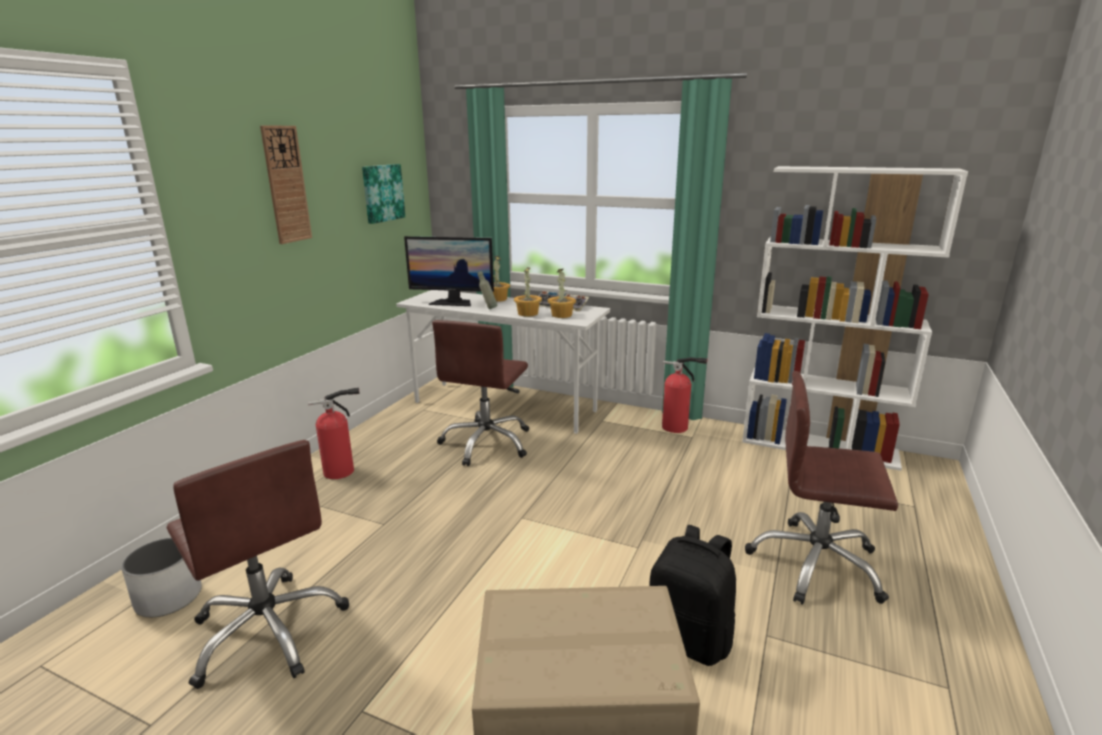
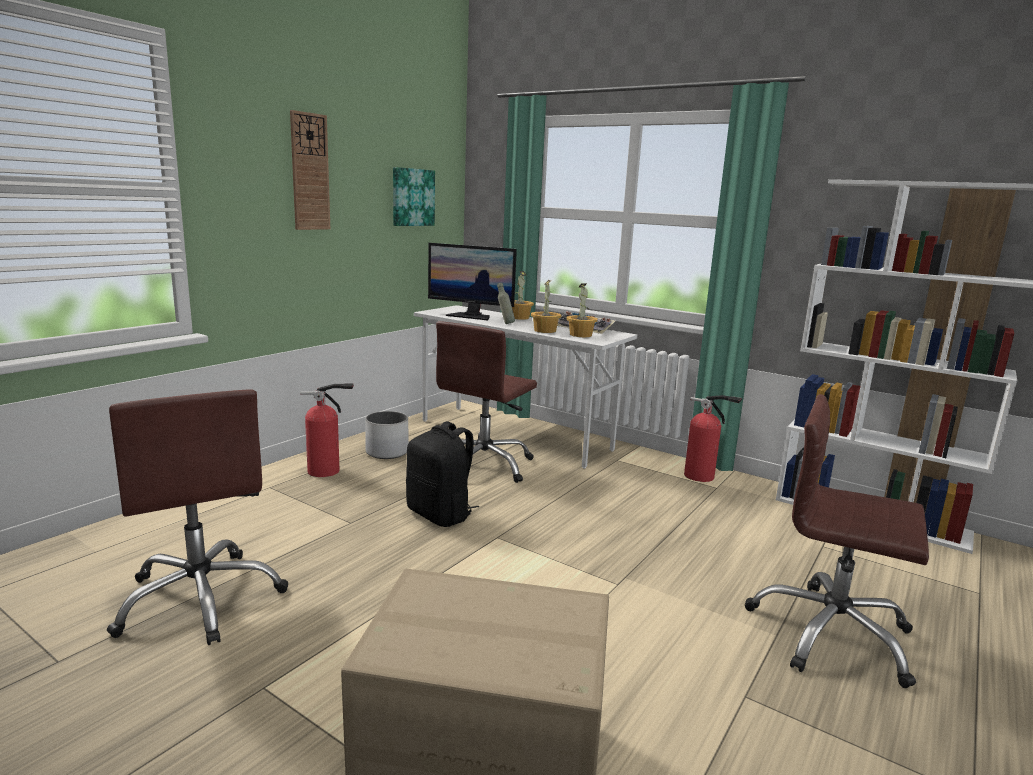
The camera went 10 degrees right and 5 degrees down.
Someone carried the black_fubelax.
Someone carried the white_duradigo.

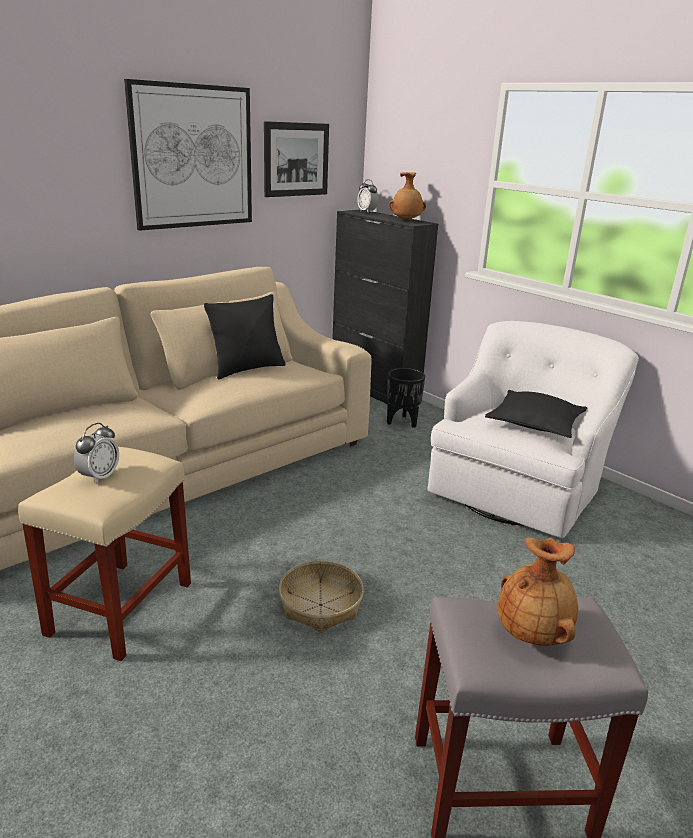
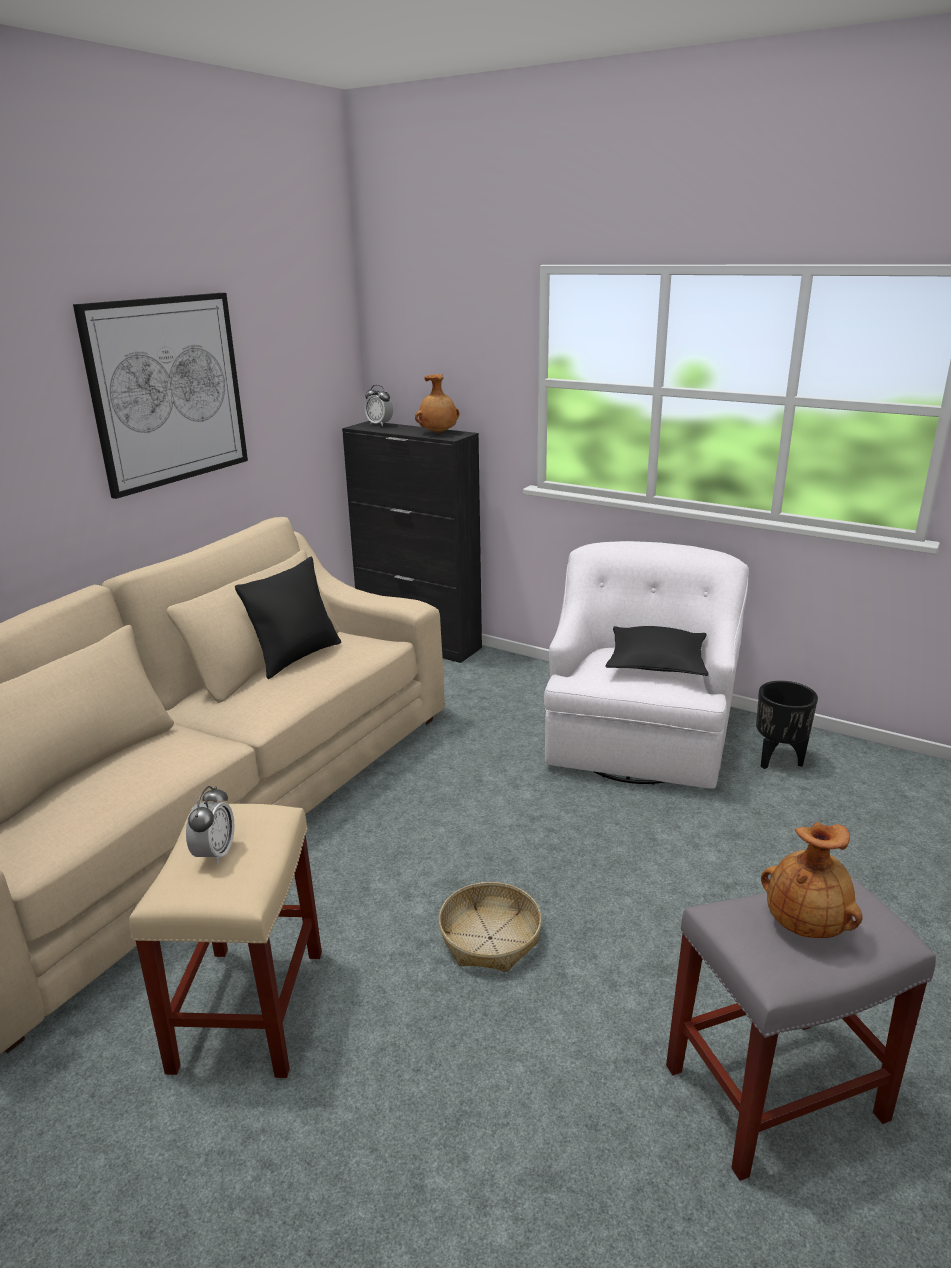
The camera went 15 degrees left and 0 degrees up.
Someone took away the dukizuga (no. 2 from left).
Someone carried the black_duradigo.

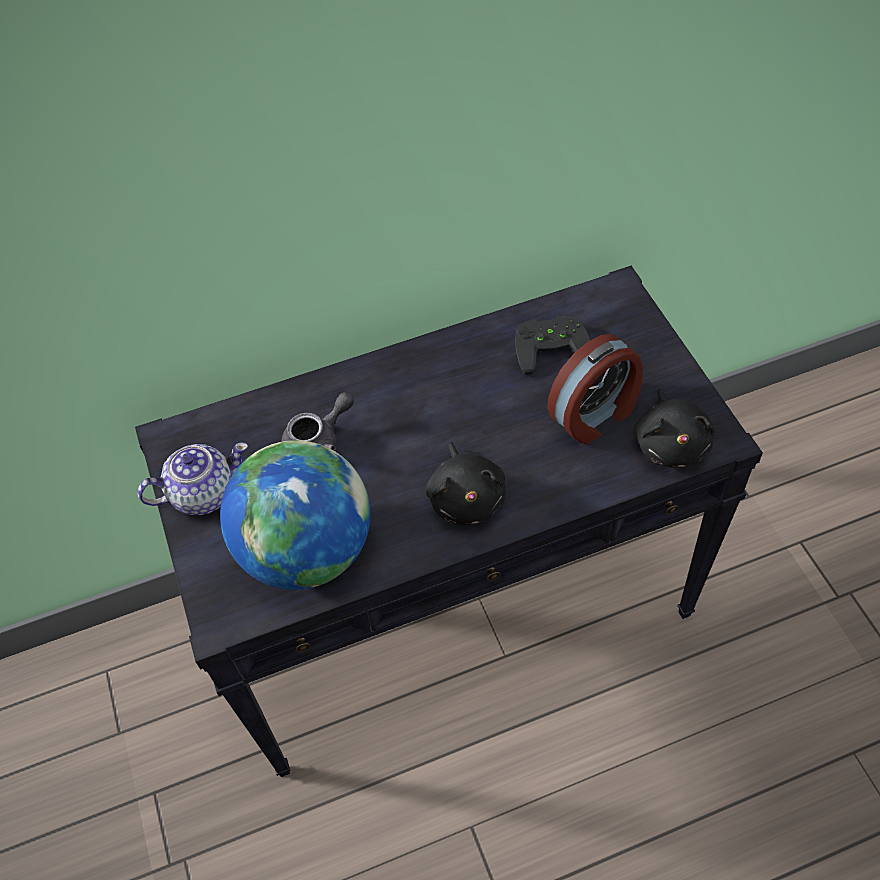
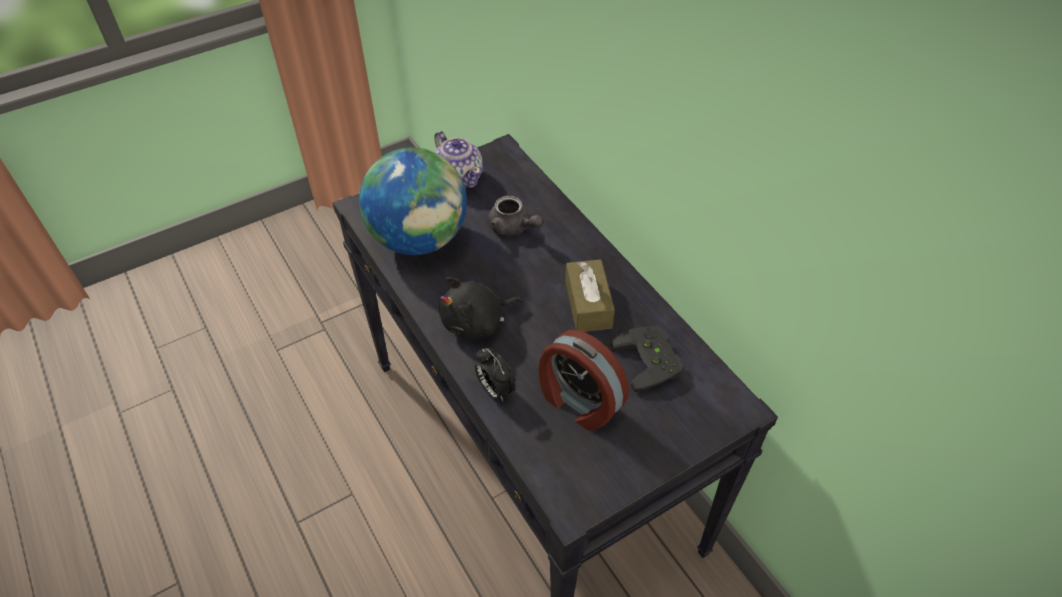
The camera went 75 degrees right and 5 degrees down.
Someone took away the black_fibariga (no. 2 from left).
Someone put down the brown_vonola.
Someone put down the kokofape (no. 1 from left).

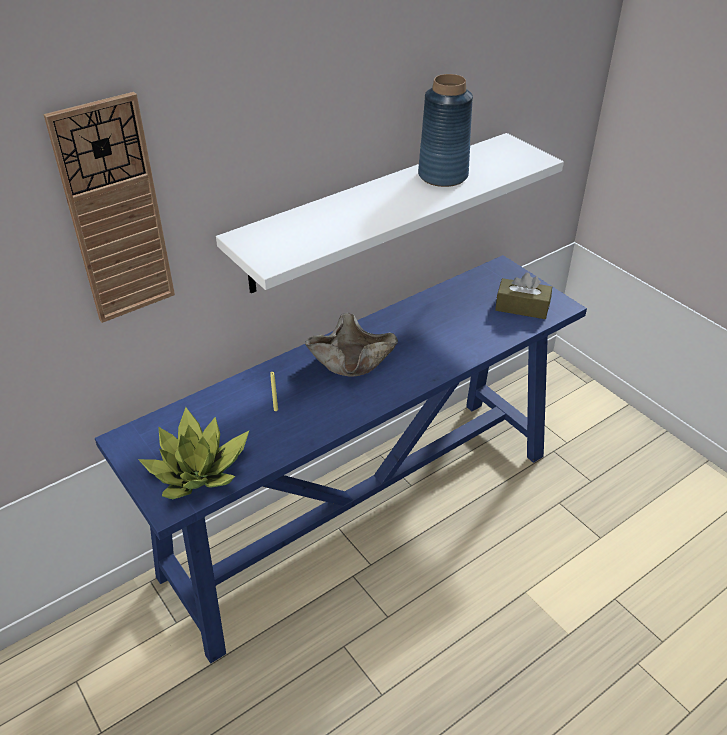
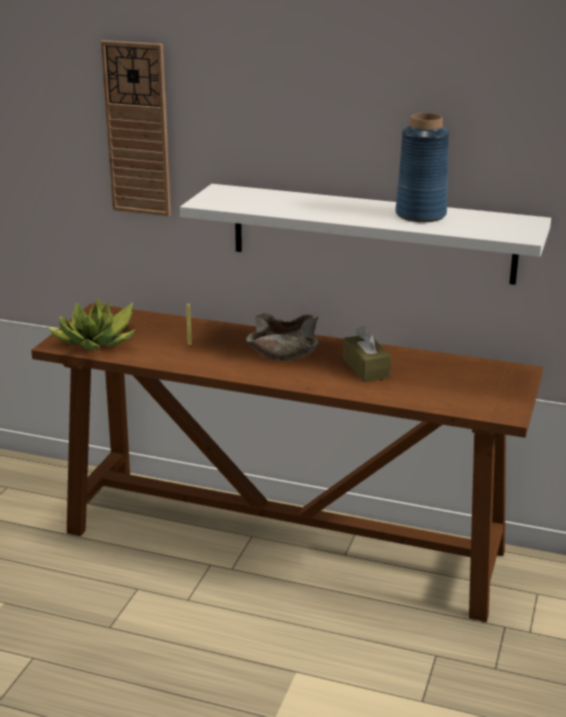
The camera went 55 degrees right and 15 degrees down.
Someone repainted the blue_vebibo, which became the brown_vebibo.
Someone carried the brown_vonola.

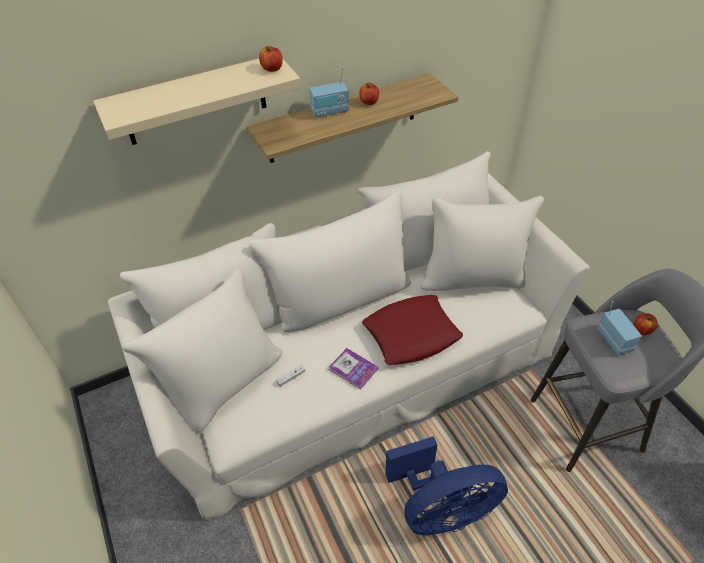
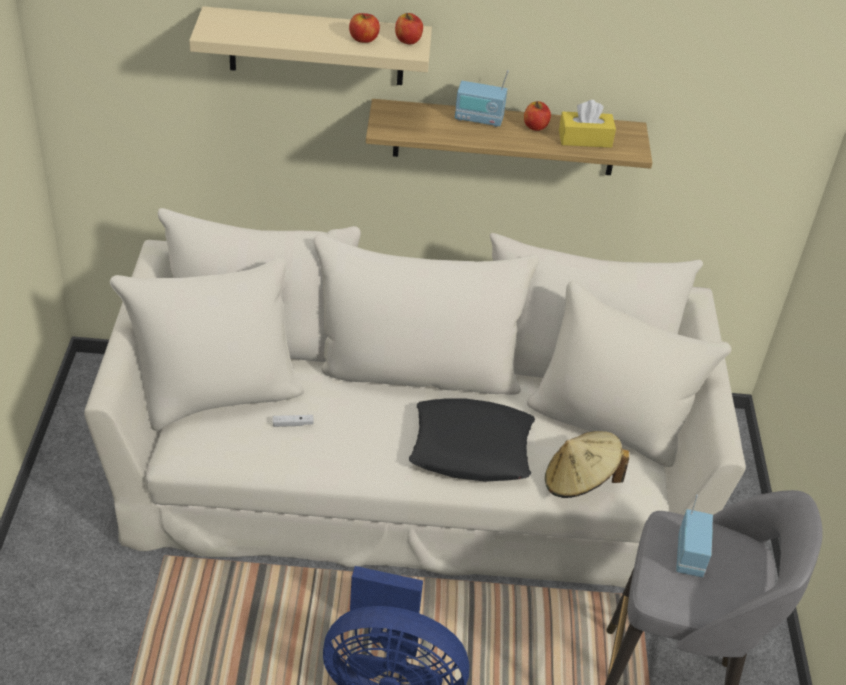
The camera went 25 degrees right and 5 degrees down.
Someone repainted the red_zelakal, which became the black_zelakal.
Someone carried the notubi (no. 3 from left in the first image).
Someone took away the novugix.
Someone put down the yellow_vonola.
Someone put down the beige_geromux.

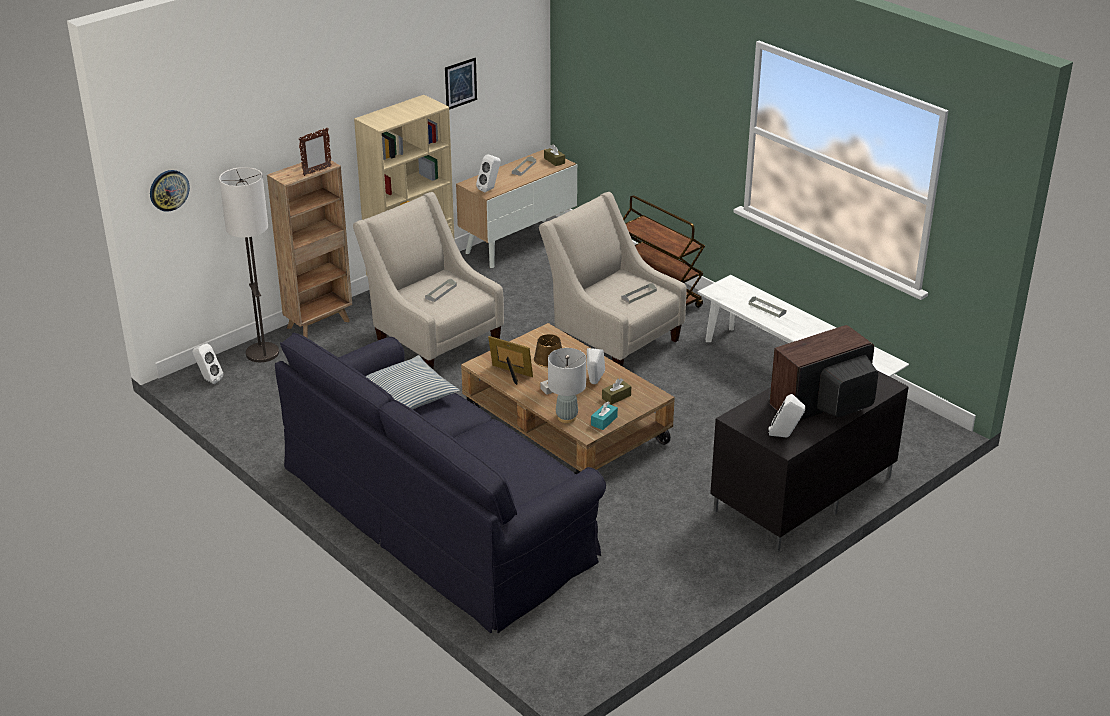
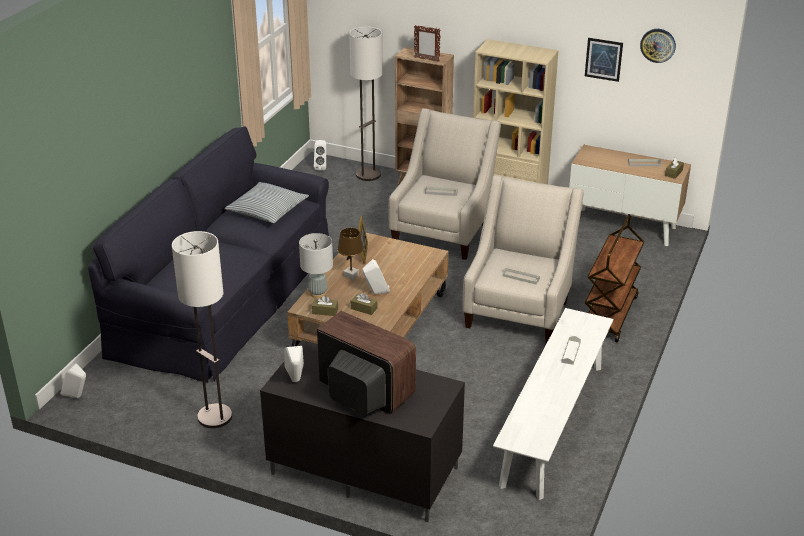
The camera went 65 degrees right and 0 degrees up.
Someone carried the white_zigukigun (no. 2 from left in the first image).
Someone carried the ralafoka.
Someone repainted the turquoise_vonola, which became the brown_vonola (no. 1 from left).
Someone put down the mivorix (no. 1 from left).

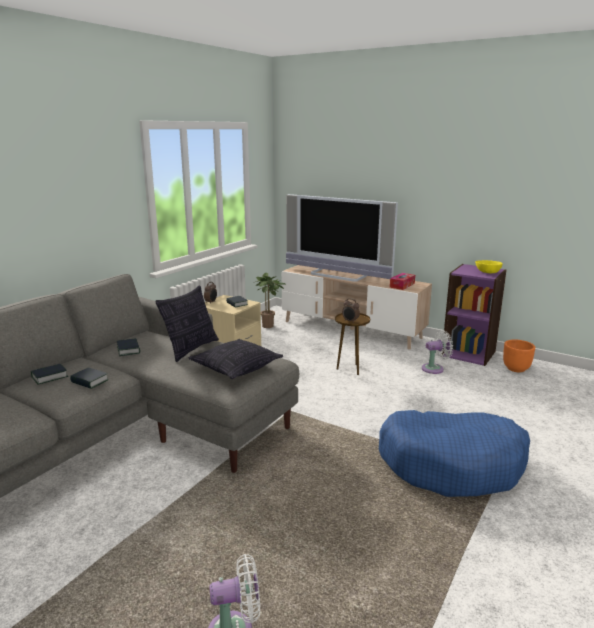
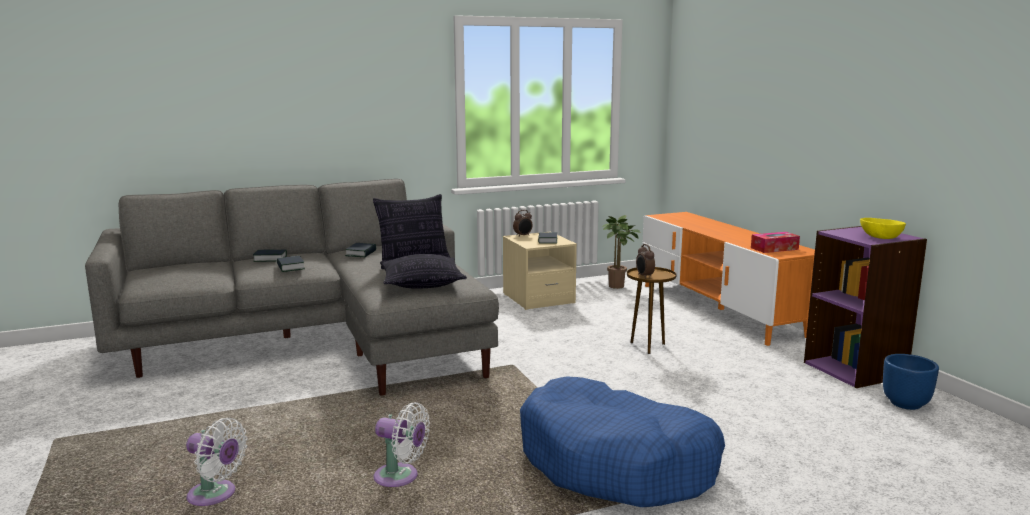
The camera went 35 degrees right and 5 degrees down.
Someone took away the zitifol.
Someone repainted the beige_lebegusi, which became the orange_lebegusi.
Someone carried the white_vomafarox (no. 2 from left).
Someone repainted the orange_duradigo, which became the blue_duradigo.

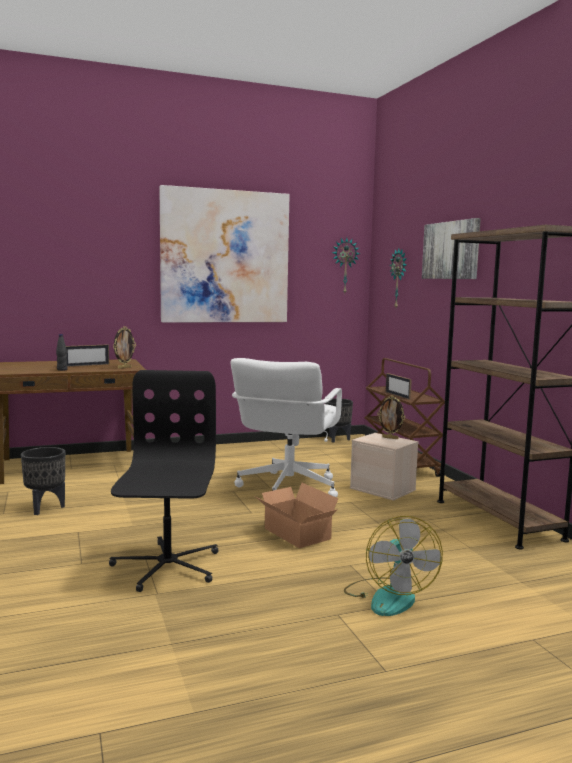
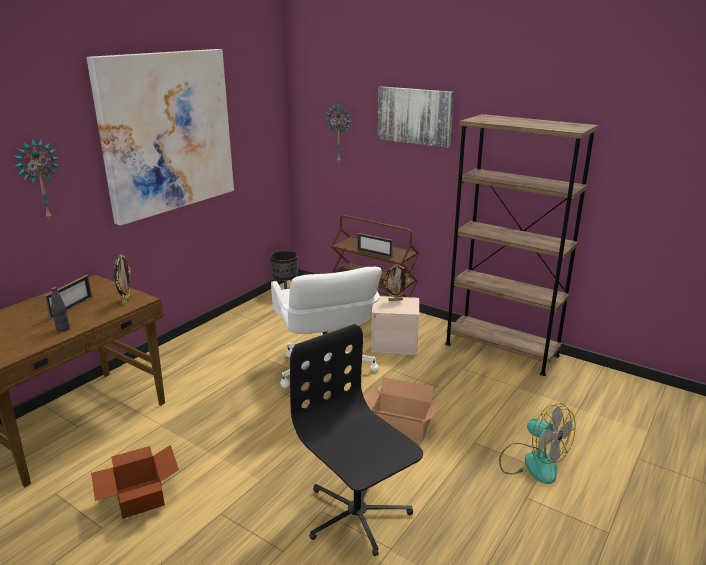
The camera went 35 degrees left and 15 degrees up.
Someone carried the ralafoka (no. 1 from left).
Someone swapped the black_duradigo (no. 1 from left) for the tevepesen (no. 1 from left).

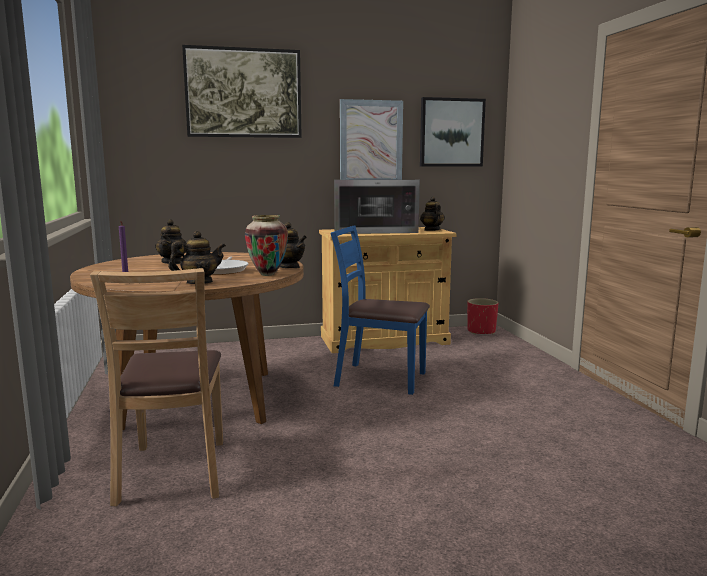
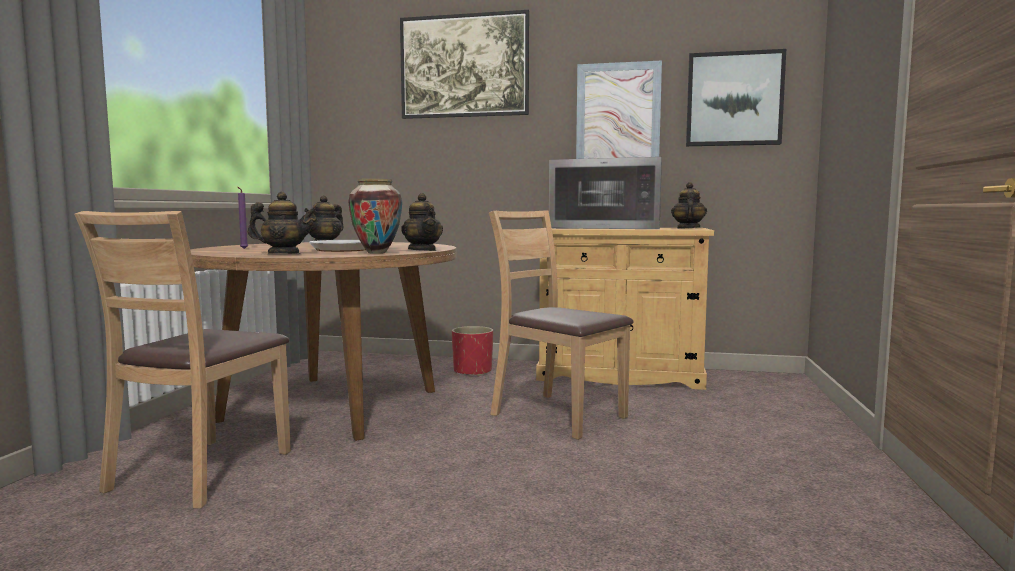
The camera went 25 degrees right and 5 degrees down.
Someone repainted the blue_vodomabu, which became the brown_vodomabu (no. 2 from left).
Someone carried the red_duradigo.

